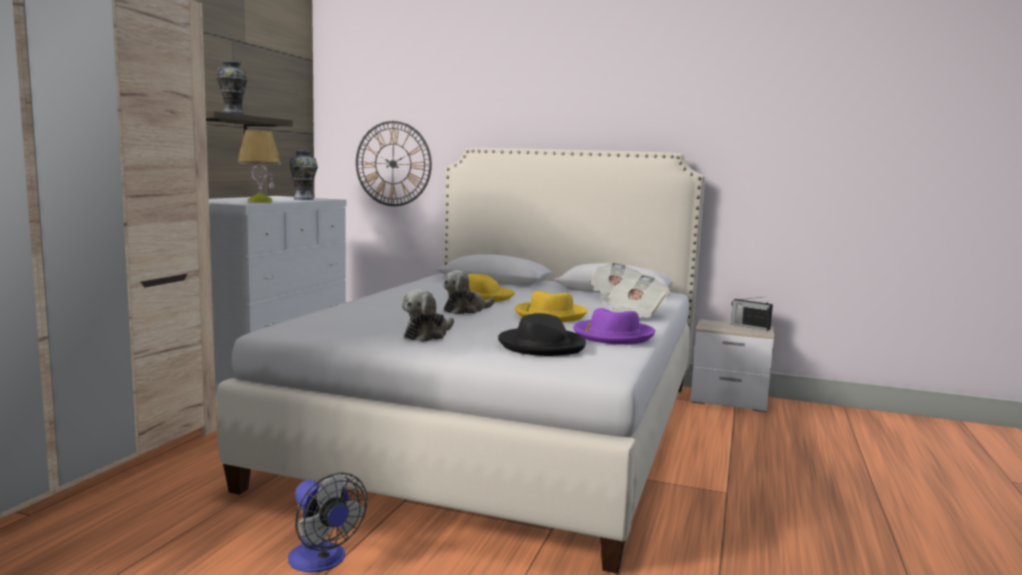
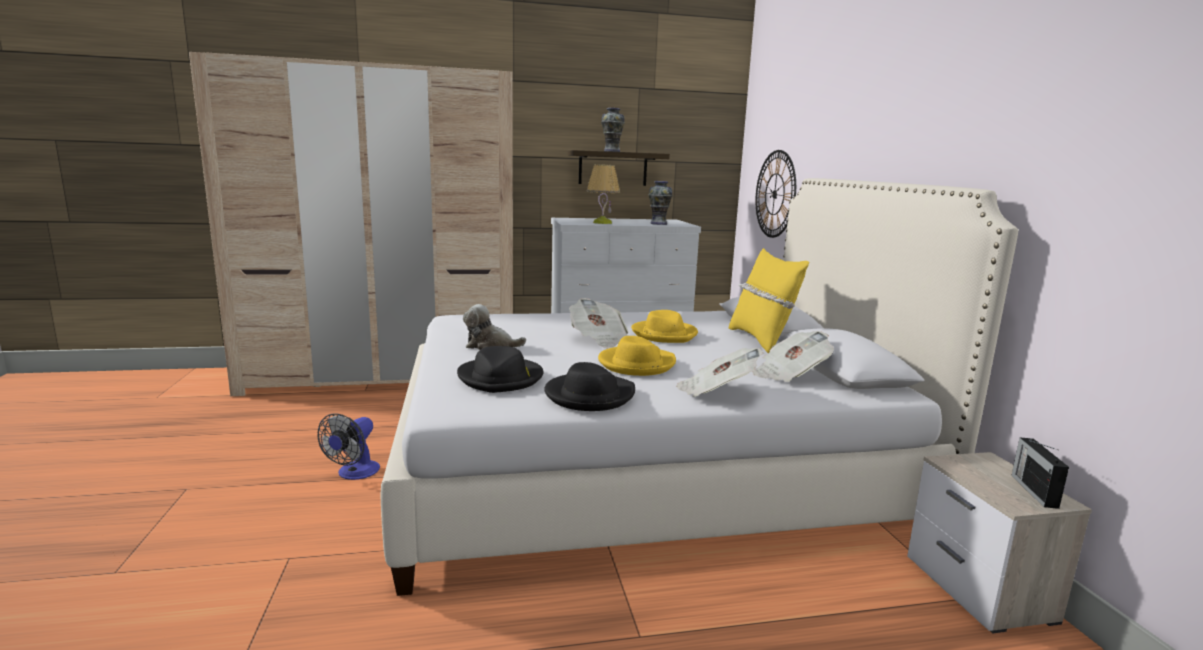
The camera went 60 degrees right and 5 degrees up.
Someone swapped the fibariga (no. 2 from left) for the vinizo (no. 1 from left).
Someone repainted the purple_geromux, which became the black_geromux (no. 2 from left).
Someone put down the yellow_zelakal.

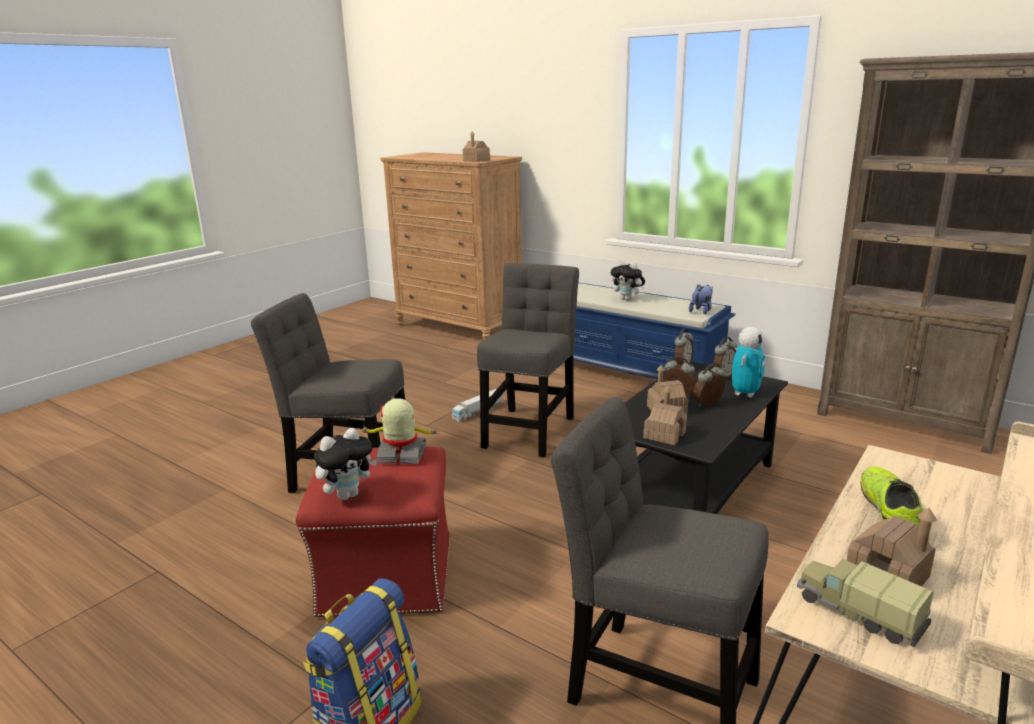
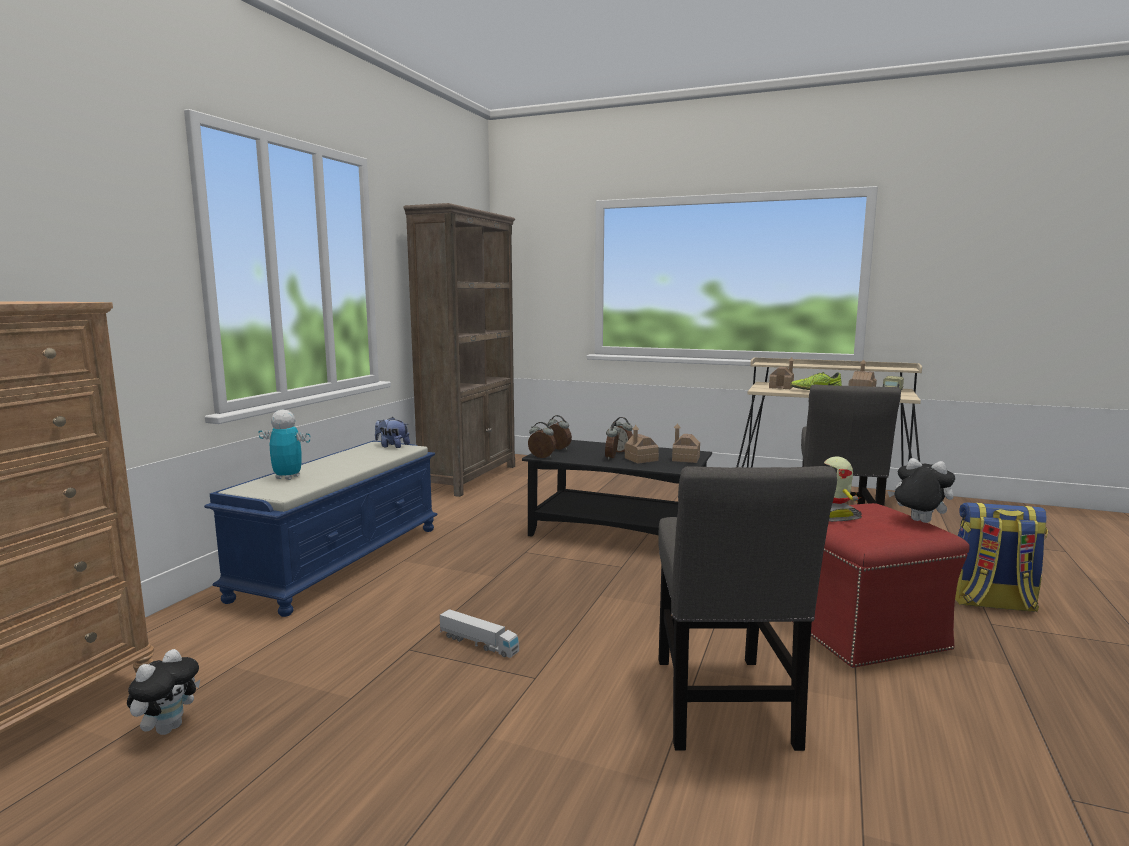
The camera went 105 degrees left and 10 degrees down.
Someone carried the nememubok (no. 1 from left in the first image).
Someone carried the fibariga (no. 2 from left in the first image).
Someone took away the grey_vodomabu (no. 2 from left).
Someone carried the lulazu (no. 2 from left in the first image).

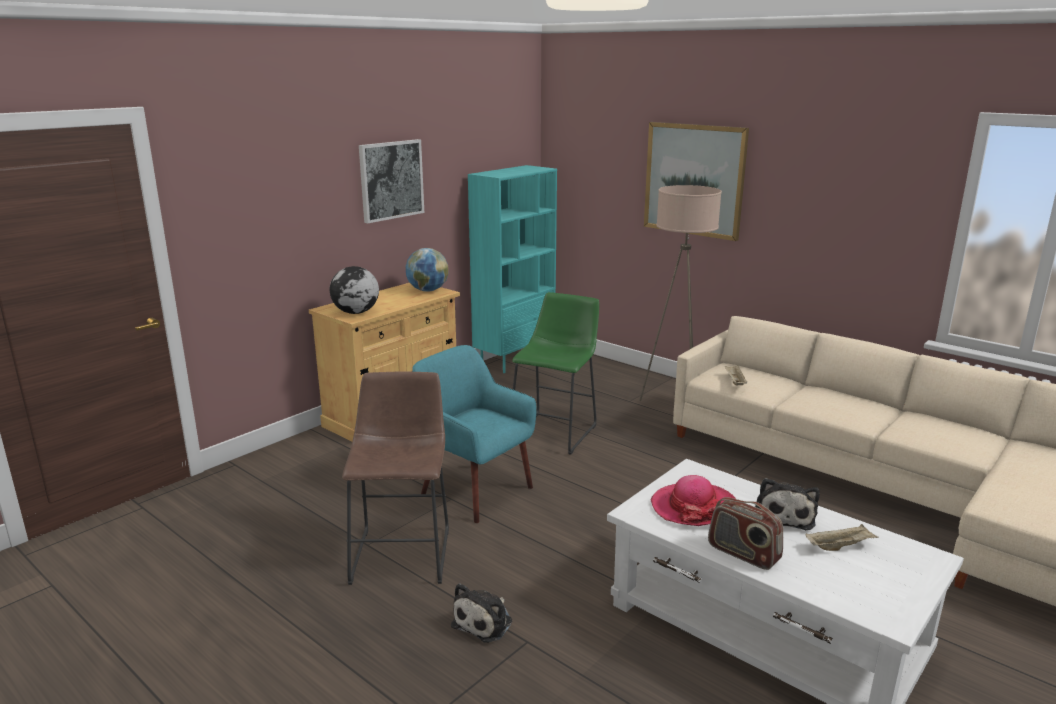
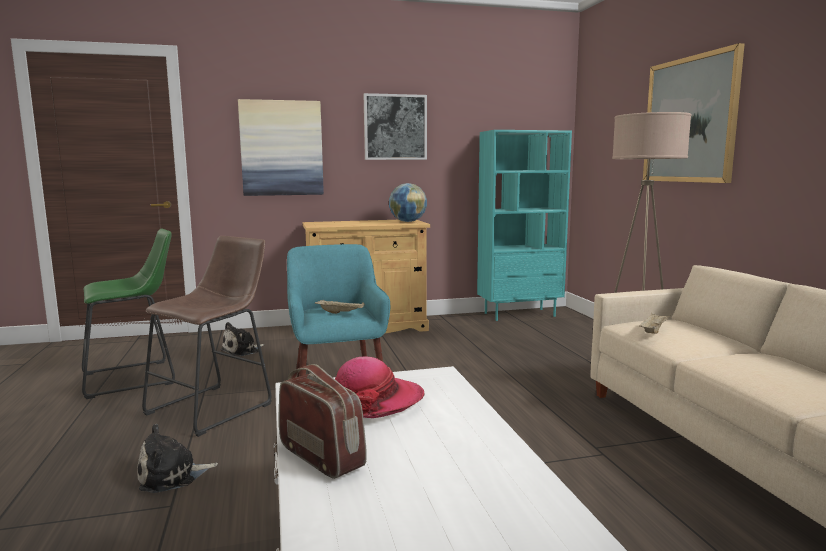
The camera went 35 degrees right and 10 degrees down.
Someone took away the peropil (no. 1 from left).
Someone carried the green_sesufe.
Someone carried the fibariga (no. 2 from left).
Someone rotated the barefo by 150 degrees clockwise.
Someone carried the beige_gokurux (no. 2 from left in the first image).
Someone put up the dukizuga (no. 1 from left).

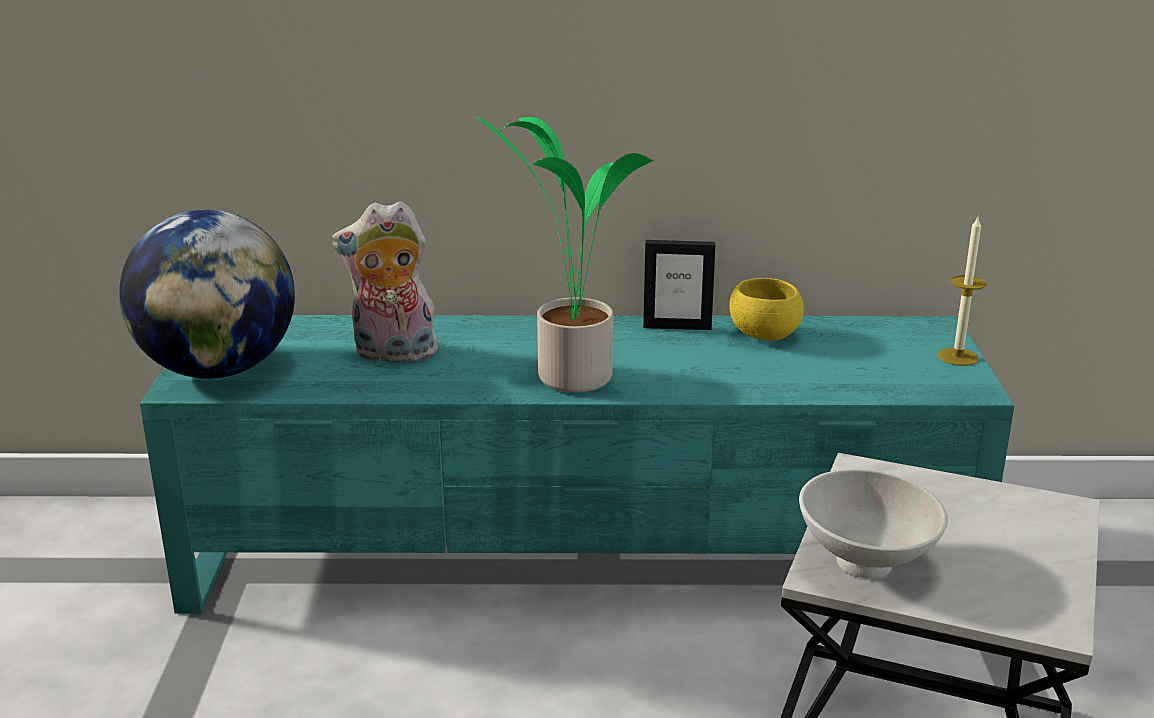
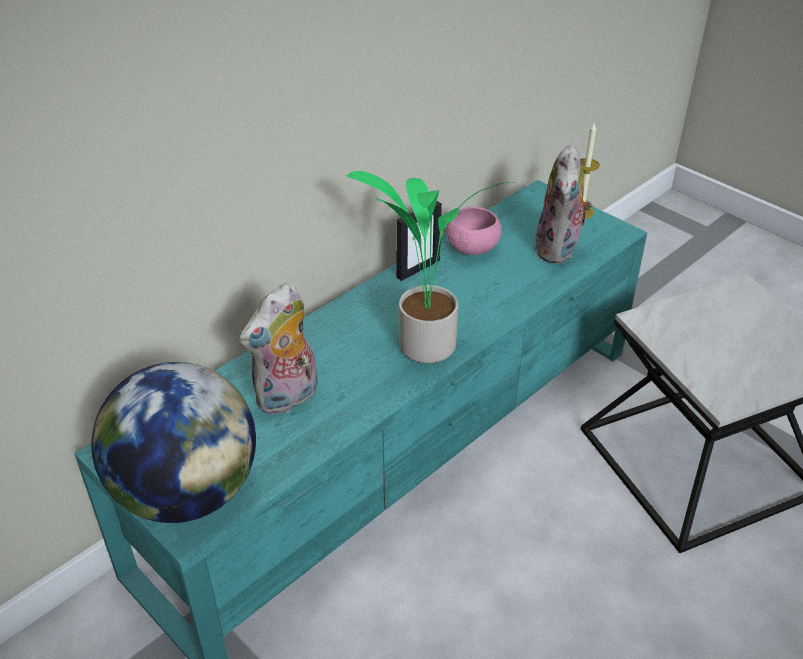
The camera went 45 degrees left and 15 degrees up.
Someone repainted the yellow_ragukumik, which became the pink_ragukumik.
Someone took away the white_ragukumik.
Someone put down the fibariga (no. 2 from left).

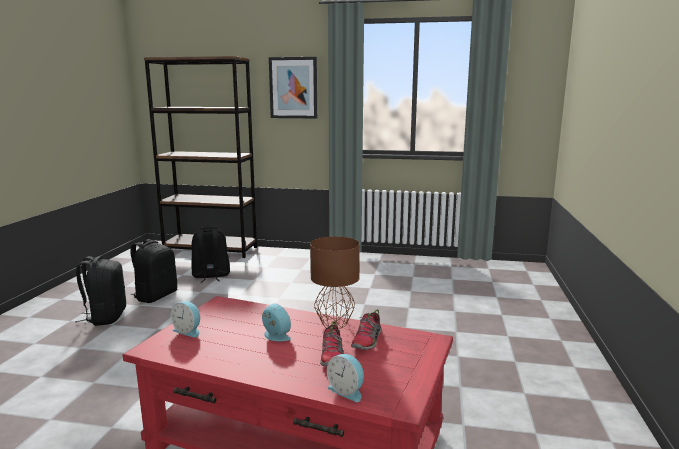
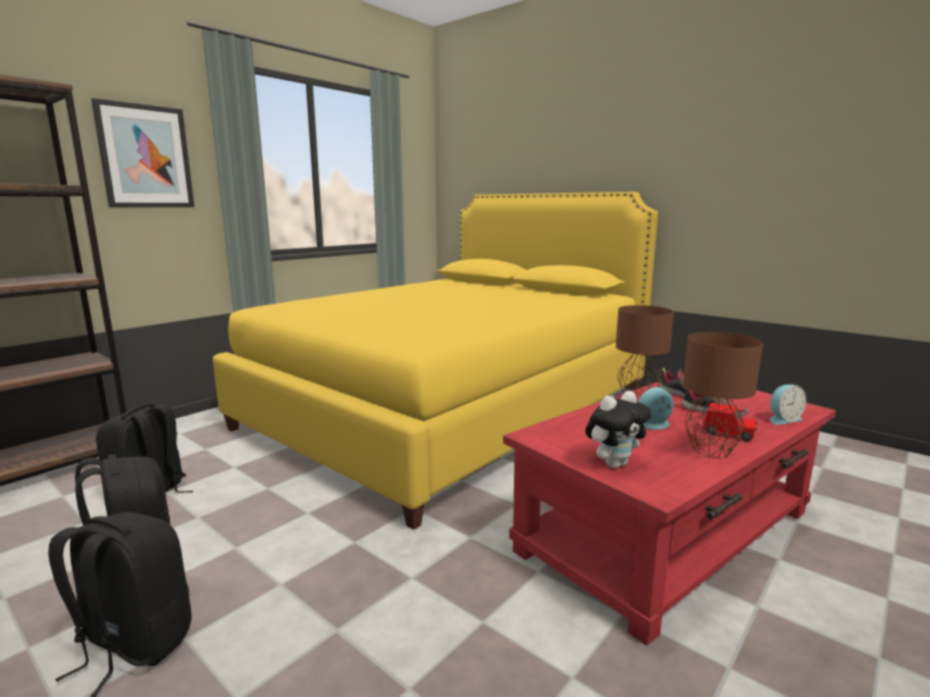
The camera went 60 degrees left and 0 degrees up.
Someone swapped the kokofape (no. 1 from left) for the fibariga.
Someone put down the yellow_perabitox.
Someone put down the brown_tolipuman (no. 2 from left).
Someone put down the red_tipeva.

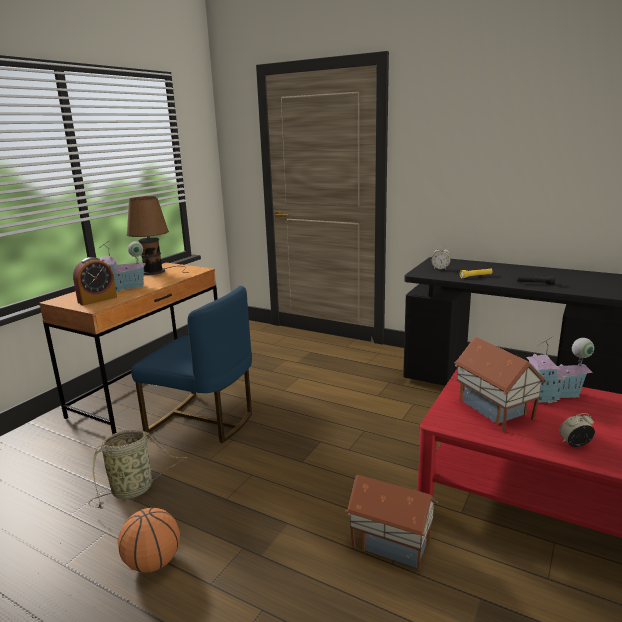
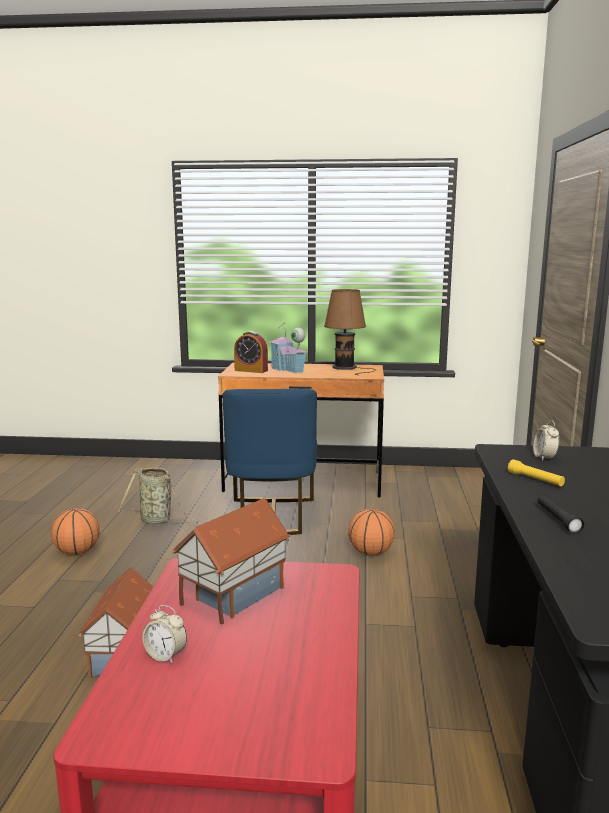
The camera went 65 degrees right and 5 degrees down.
Someone took away the nememubok (no. 4 from left).
Someone rotated the kokofape (no. 3 from left in the first image) by 150 degrees clockwise.
Someone put down the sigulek (no. 2 from left).

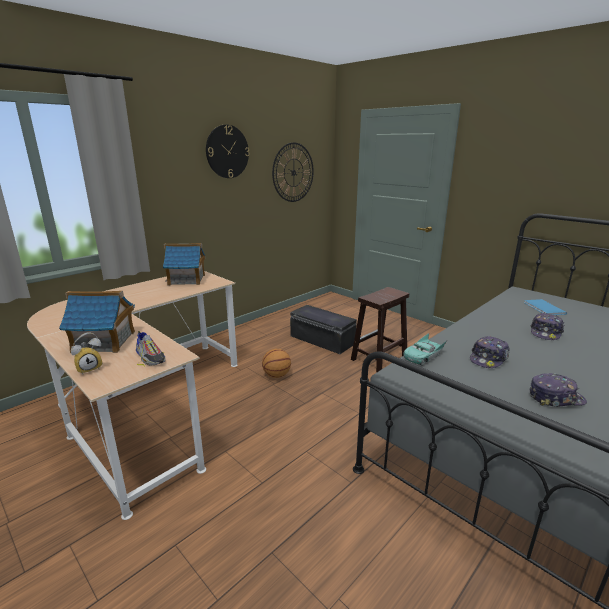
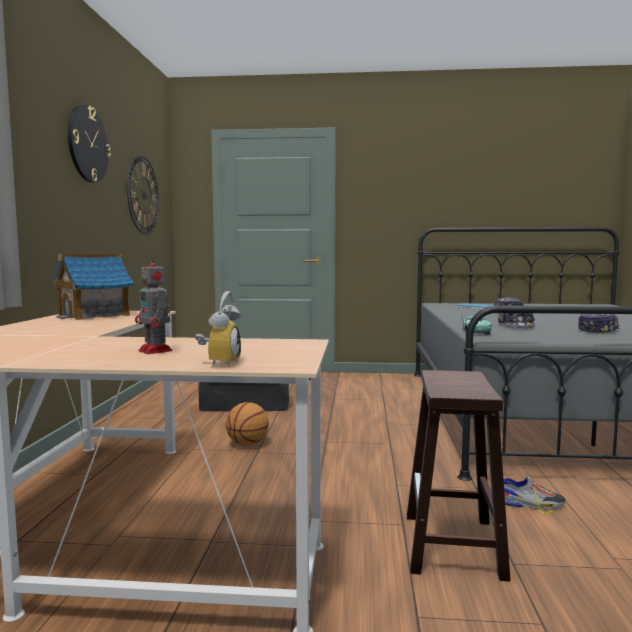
The camera went 40 degrees left and 15 degrees down.
Someone carried the brown_sesufe.
Someone swapped the nememubok (no. 1 from left) for the lulazu.
Someone carried the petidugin.

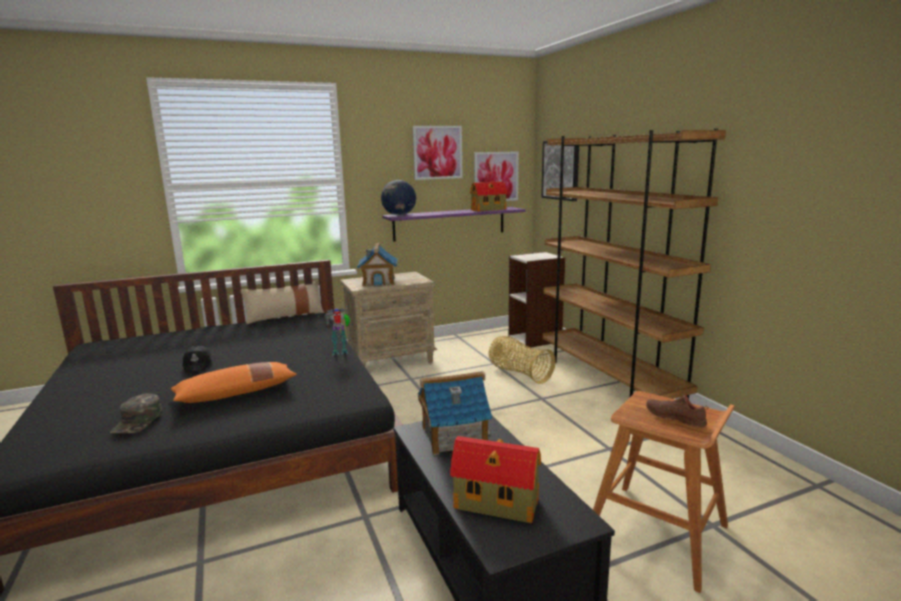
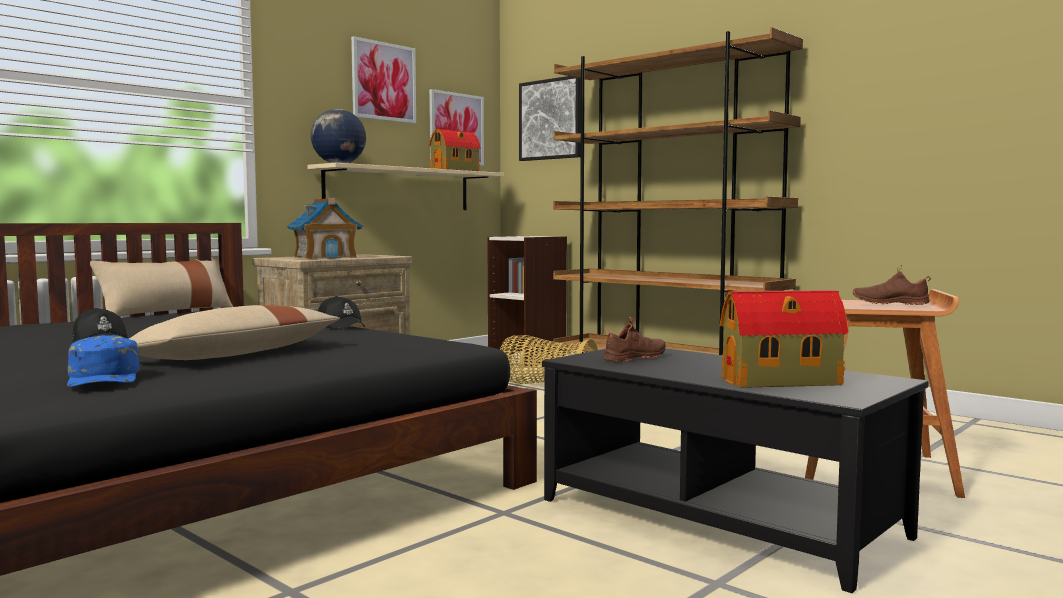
The camera went 25 degrees left and 10 degrees down.
Someone repainted the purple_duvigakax, which became the beige_duvigakax.
Someone swapped the lulazu for the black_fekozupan (no. 2 from left).
Someone repainted the orange_zelakal, which became the beige_zelakal (no. 2 from left).
Someone swapped the nememubok (no. 2 from left) for the brown_petidugin (no. 1 from left).
Someone repainted the green_fekozupan, which became the blue_fekozupan.

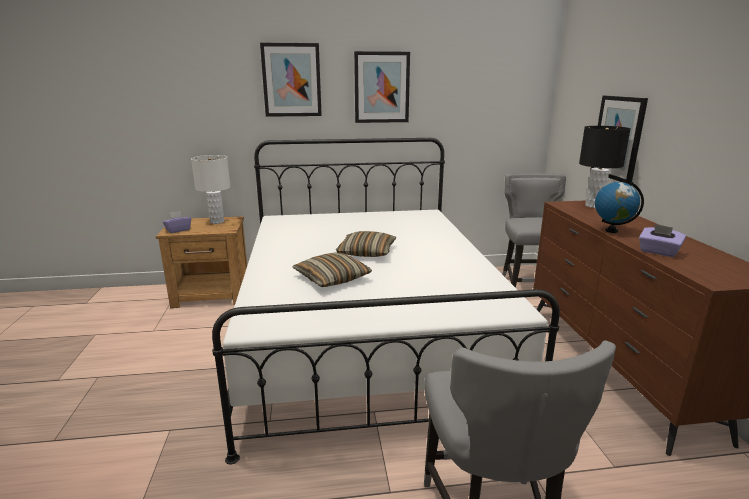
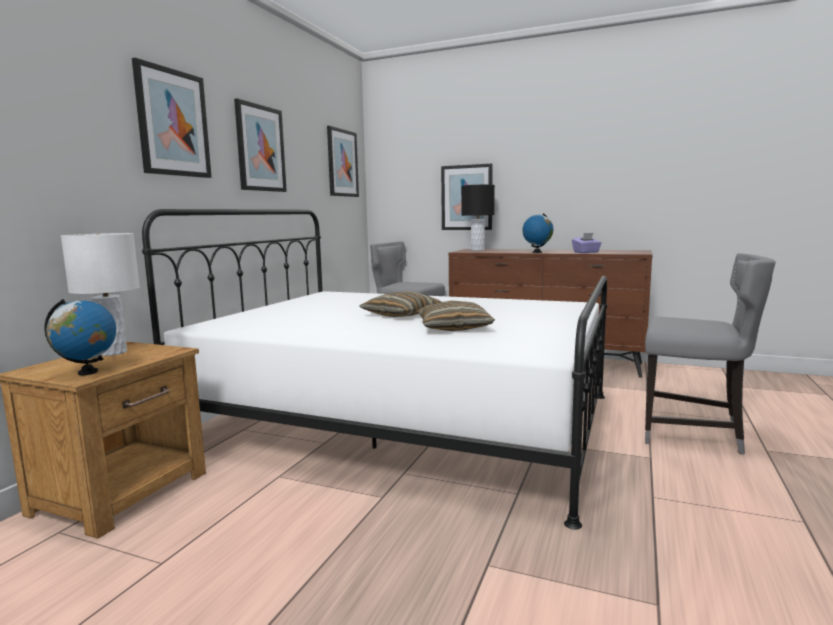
The camera went 60 degrees left and 10 degrees down.
Someone swapped the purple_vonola (no. 1 from left) for the peropil (no. 1 from left).
Someone put up the dukizuga (no. 3 from left).

